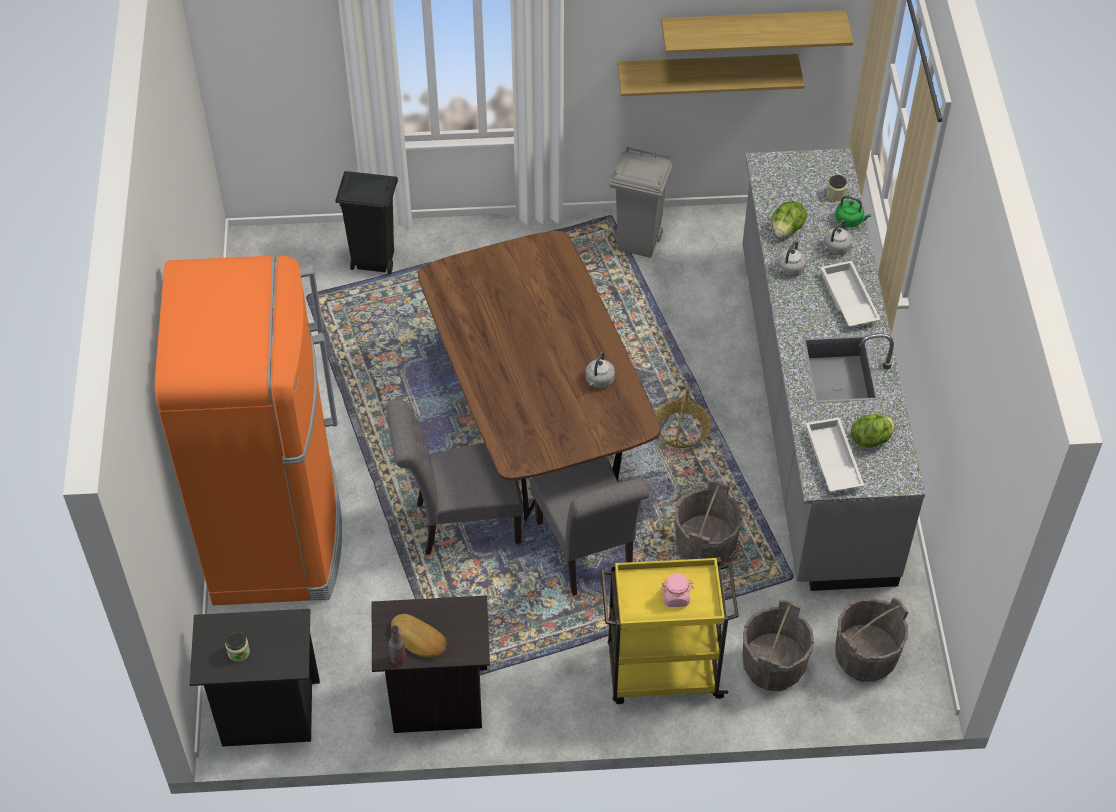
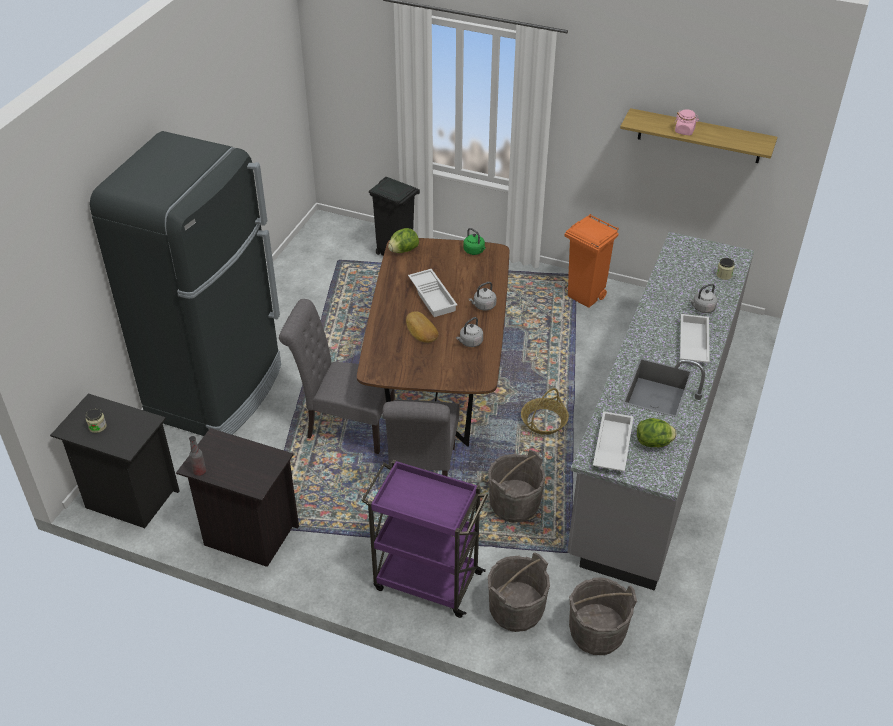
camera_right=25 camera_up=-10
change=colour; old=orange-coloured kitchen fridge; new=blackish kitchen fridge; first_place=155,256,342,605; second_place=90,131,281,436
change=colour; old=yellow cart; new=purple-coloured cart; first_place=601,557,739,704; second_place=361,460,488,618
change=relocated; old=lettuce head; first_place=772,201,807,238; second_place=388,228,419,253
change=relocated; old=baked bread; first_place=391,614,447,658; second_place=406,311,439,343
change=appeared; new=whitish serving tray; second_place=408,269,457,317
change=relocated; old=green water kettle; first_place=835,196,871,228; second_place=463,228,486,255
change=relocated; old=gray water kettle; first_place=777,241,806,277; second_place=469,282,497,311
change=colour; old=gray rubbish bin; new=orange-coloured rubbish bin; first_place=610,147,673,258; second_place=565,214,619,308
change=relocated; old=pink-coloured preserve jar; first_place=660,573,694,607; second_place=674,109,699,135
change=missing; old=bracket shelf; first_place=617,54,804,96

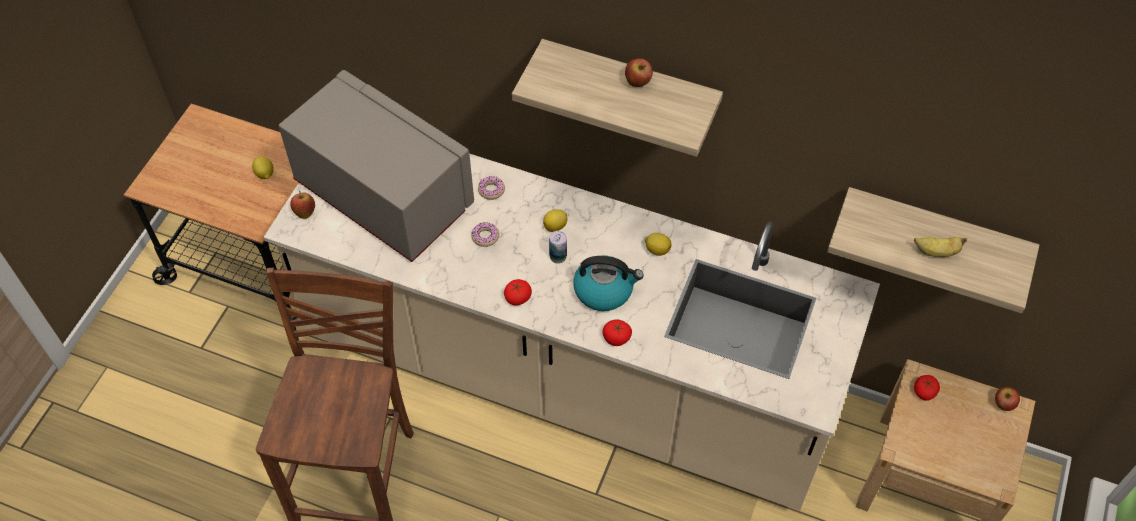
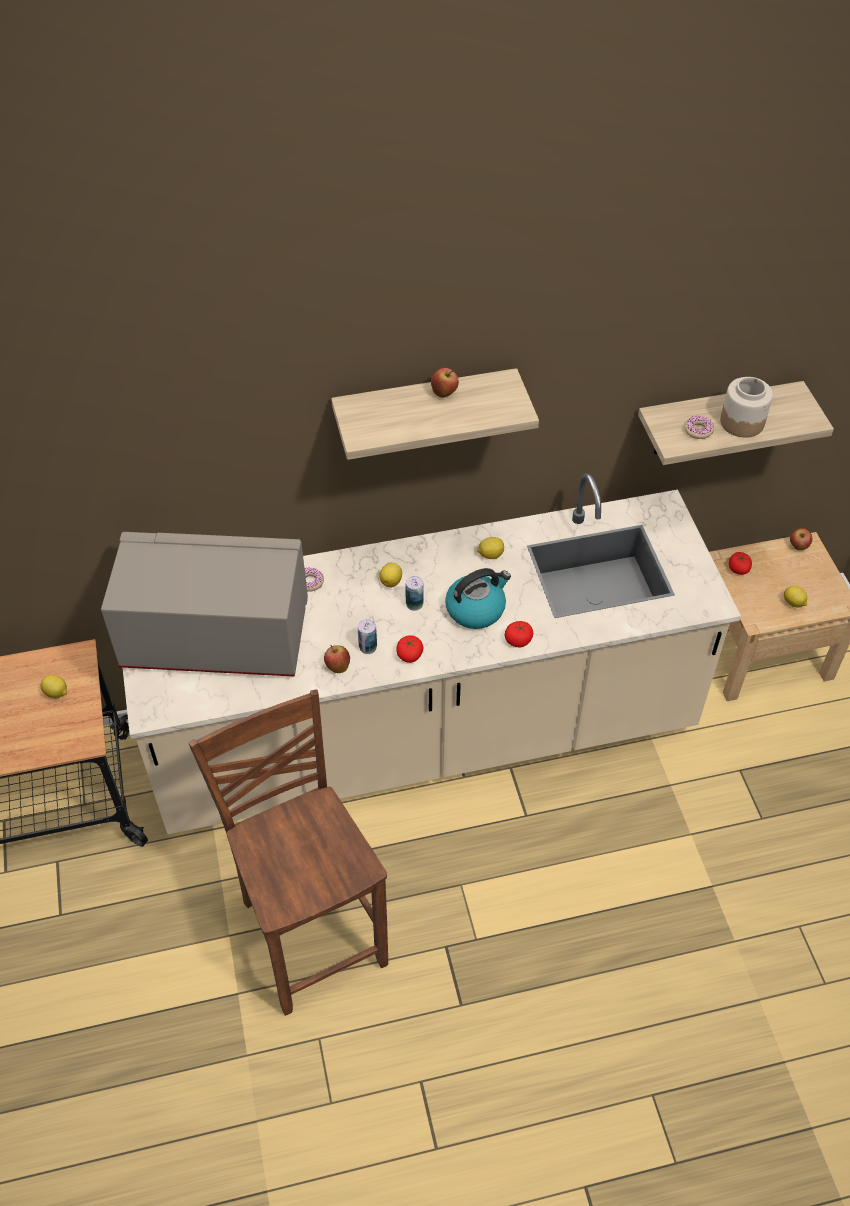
camera_right=-35 camera_up=-5
change=relocated; old=apple; first_place=290,191,315,219; second_place=324,645,350,673
change=appeared; new=can; second_place=358,619,377,654
change=relocated; old=ring doughnut; first_place=471,222,499,247; second_place=684,416,714,439
change=exchanged; old=whole banana; new=preserve jar; first_place=914,237,967,257; second_place=720,377,773,438
change=appeared; new=citrus fruit; second_place=784,586,807,608

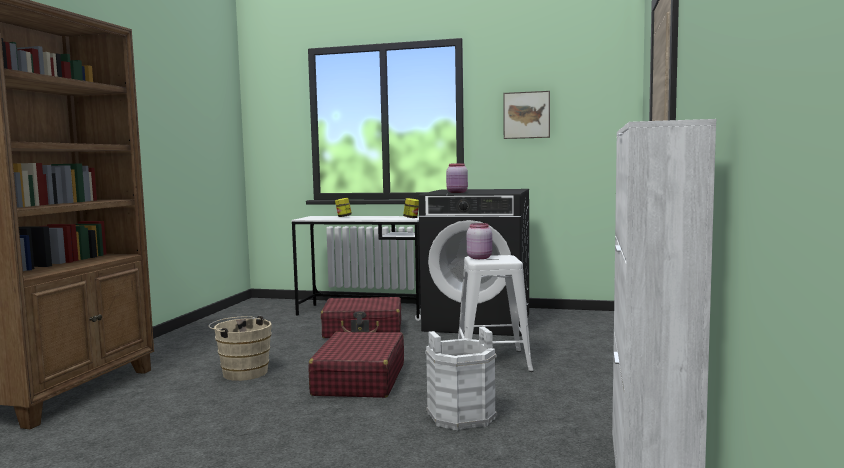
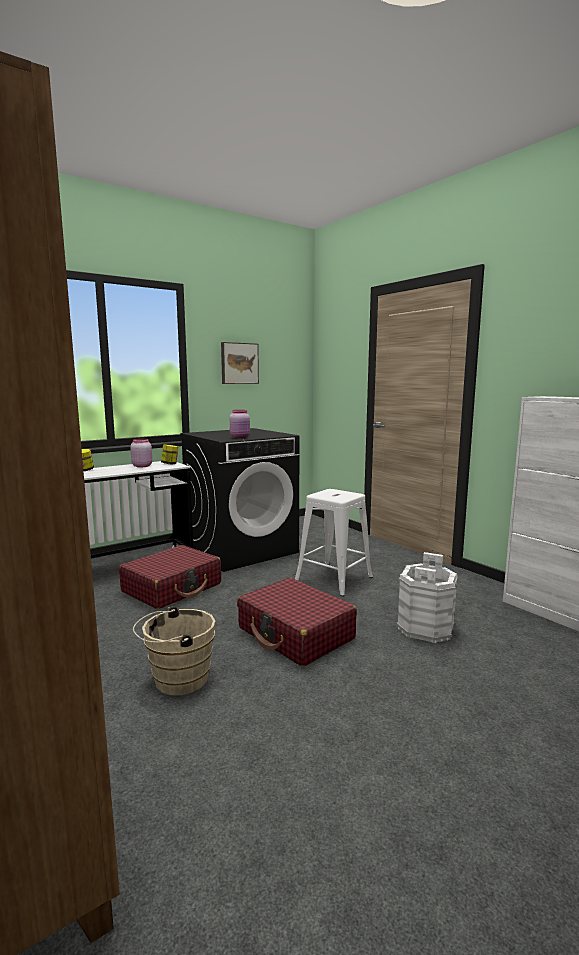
camera_right=-50 camera_up=5
change=relocated; old=pink-coloured preserve jar; first_place=467,223,492,259; second_place=130,439,152,468

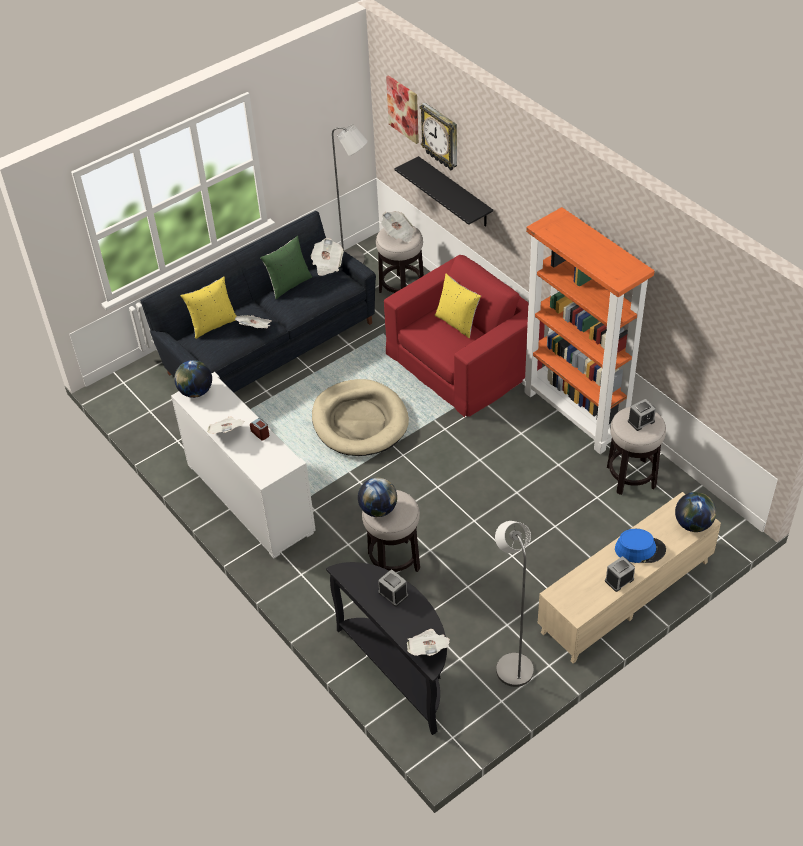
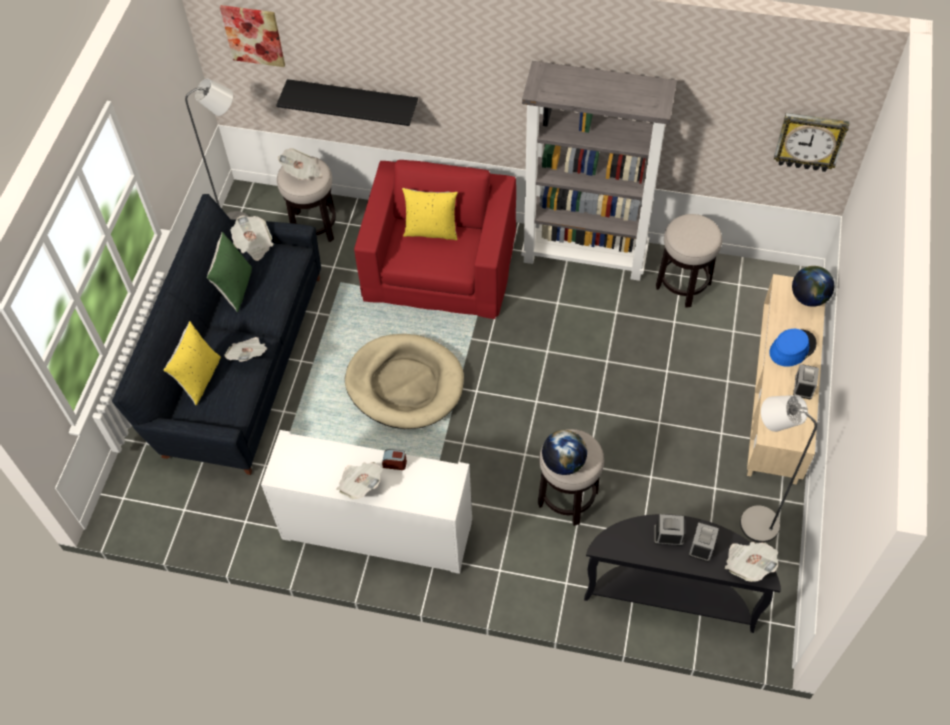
camera_right=-40 camera_up=10
change=colour; old=orange-coloured bookshelf; new=gray bookshelf; first_place=522,207,655,454; second_place=521,61,677,281
change=relocated; old=table clock; first_place=628,399,656,431; second_place=689,522,719,562
change=relocated; old=wall clock; first_place=420,102,457,170; second_place=774,113,849,172
change=missing; old=globe; first_place=174,360,212,398

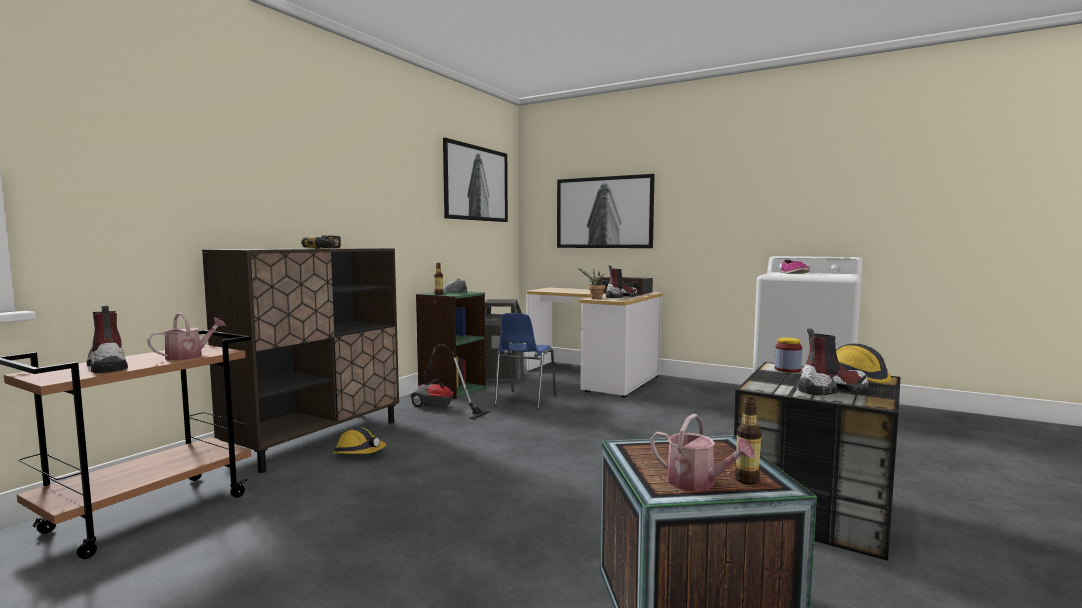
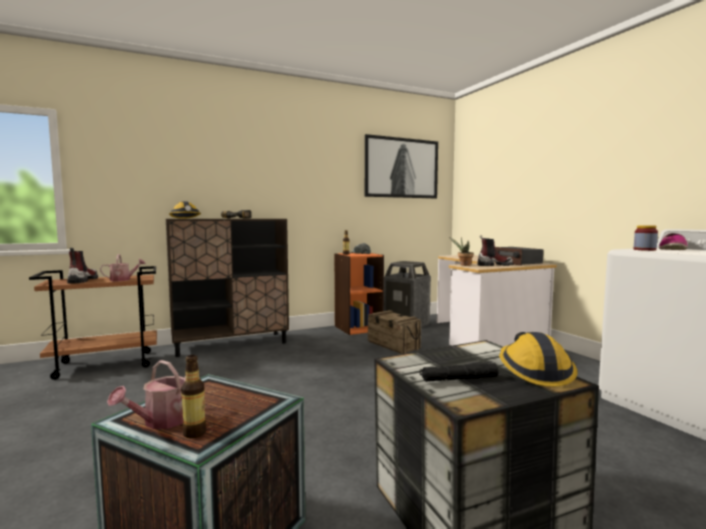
camera_right=35 camera_up=0
change=spun; old=watering pot; first_place=650,414,755,491; second_place=107,360,200,429; degrees=45
change=relocated; old=safety helmet; first_place=332,427,386,454; second_place=169,201,201,219
change=colour; old=green bookshelf; new=orange-coloured bookshelf; first_place=416,291,486,399; second_place=334,253,384,335
change=exchanged; old=bluish upright chair; new=crate; first_place=494,313,557,409; second_place=368,310,421,354
change=exchanged; old=tall boot; new=blackish torch; first_place=799,328,869,395; second_place=420,363,499,382
change=relocated; old=preserve jar; first_place=775,338,802,373; second_place=634,225,658,251
change=missing; old=hoover; first_place=410,344,491,420
change=missing; old=picture; first_place=557,174,655,248

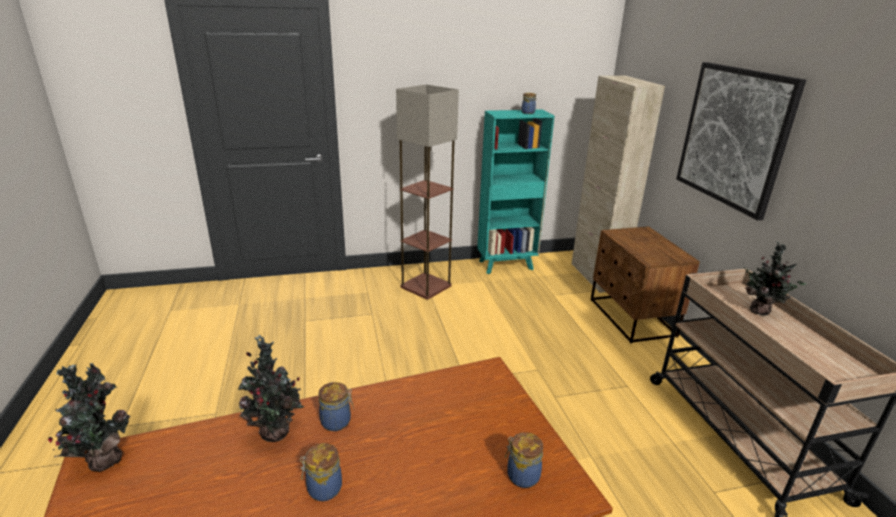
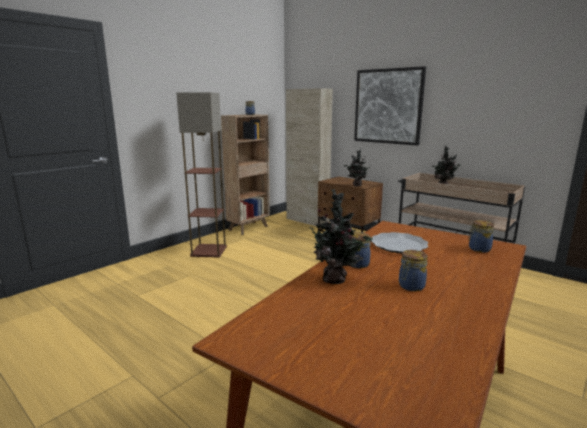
camera_right=-35 camera_up=-10
change=colour; old=turquoise bookshelf; new=brown bookshelf; first_place=477,109,555,274; second_place=221,114,270,235
change=relocated; old=potted plant; first_place=48,363,130,472; second_place=344,149,370,186
change=appeared; new=dinner plate; second_place=371,232,428,253

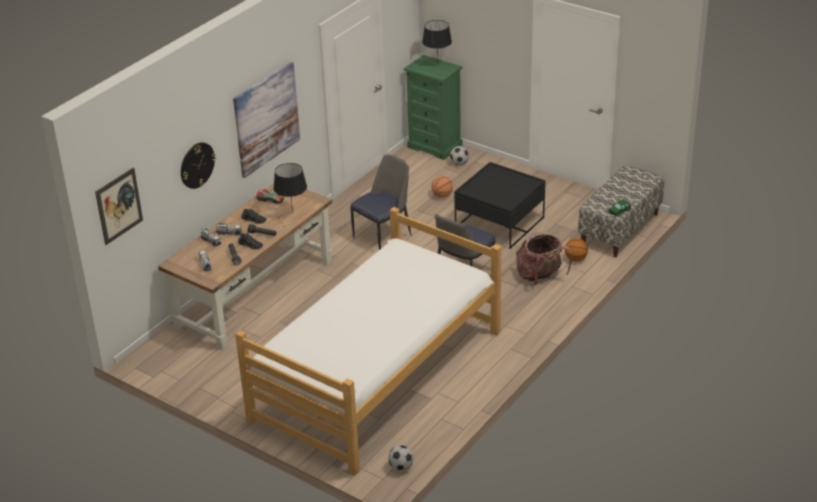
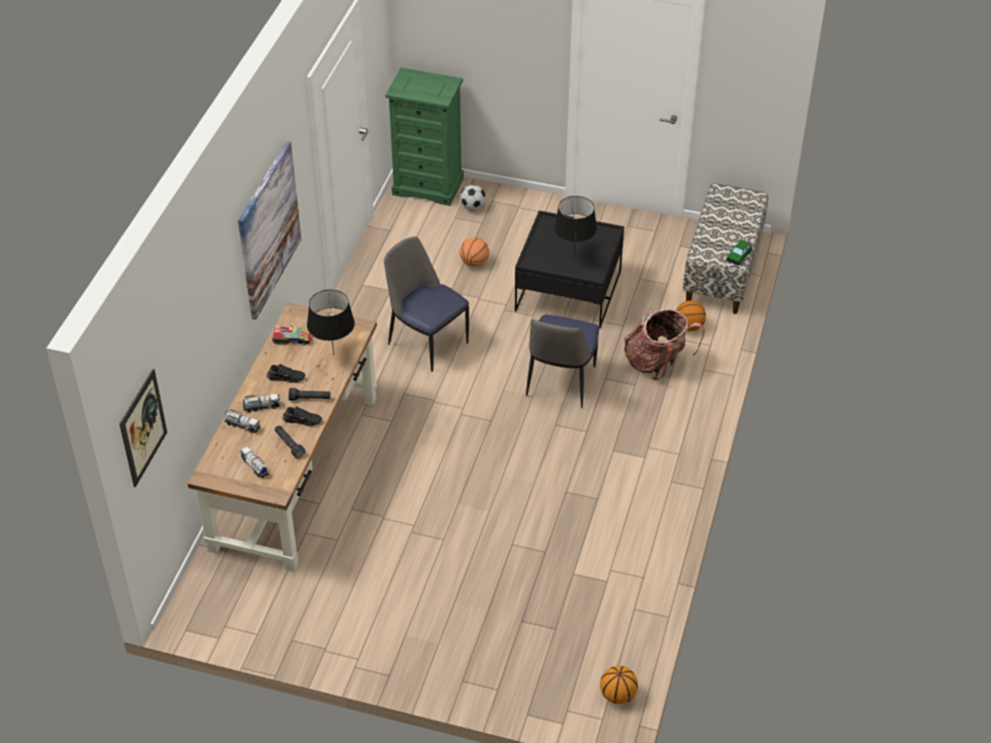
camera_right=-20 camera_up=10
change=spun; old=upright chair; first_place=350,154,411,250; second_place=384,237,469,372; degrees=-75
change=relocated; old=blackish table lamp; first_place=422,20,452,66; second_place=554,196,597,257
change=exchanged; old=ball for football; new=basketball ball; first_place=388,445,414,471; second_place=600,666,638,704
change=missing; old=wall clock; first_place=181,142,216,189
change=missing; old=bed; first_place=235,207,501,476

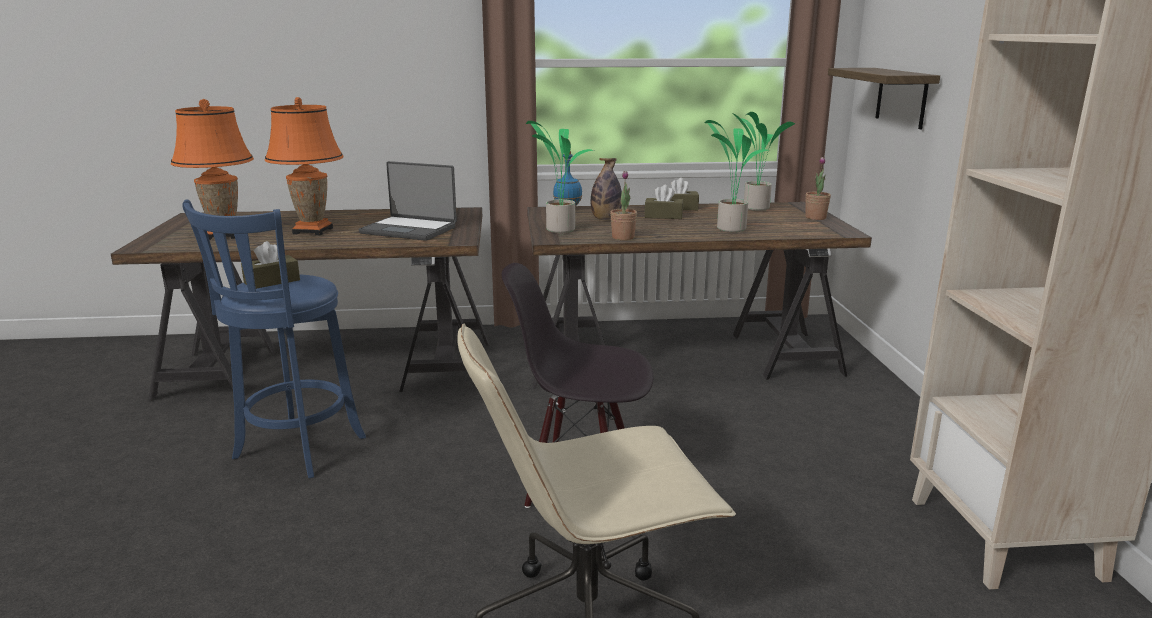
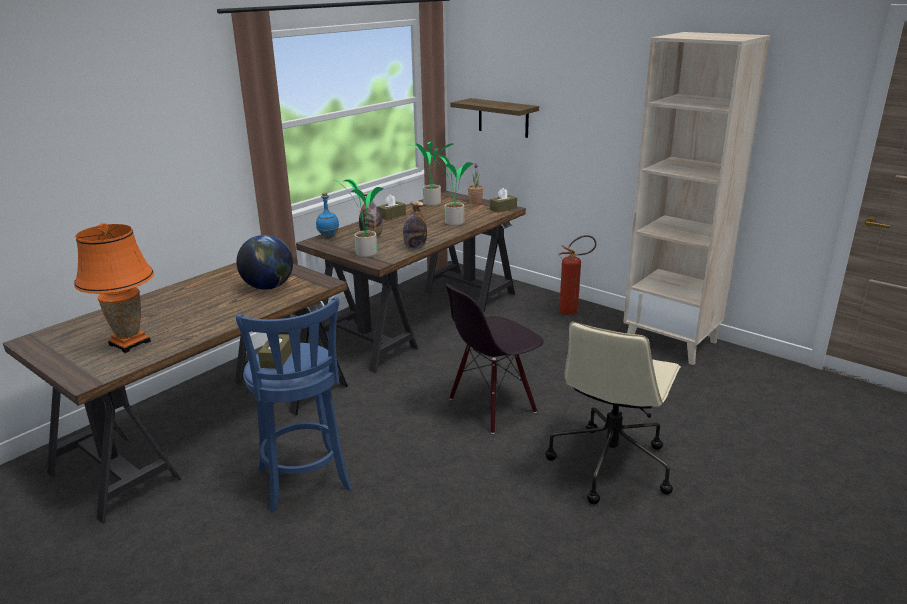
camera_right=-45 camera_up=5
change=exchanged; old=notebook computer; new=globe; first_place=359,161,457,241; second_place=237,235,293,290
change=exchanged; old=potted plant; new=beverage bottle; first_place=610,171,637,240; second_place=403,201,427,249
change=relocated; old=brown tissue holder; first_place=645,185,683,219; second_place=490,188,517,213
change=appeared; new=fire-fighting cylinder; second_place=559,235,597,315
change=missing; old=orange-coloured table lamp; first_place=265,97,344,235

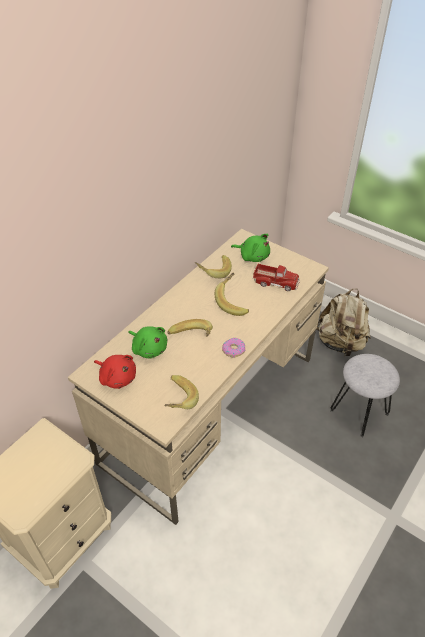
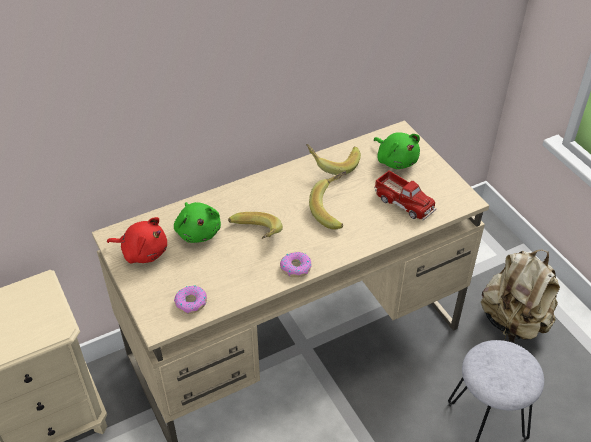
camera_right=25 camera_up=0
change=spun; old=reddish plush toy; first_place=94,355,136,389; second_place=107,217,167,263; degrees=-45
change=exchanged; old=whole banana; new=ring doughnut; first_place=165,375,199,409; second_place=174,285,207,314

